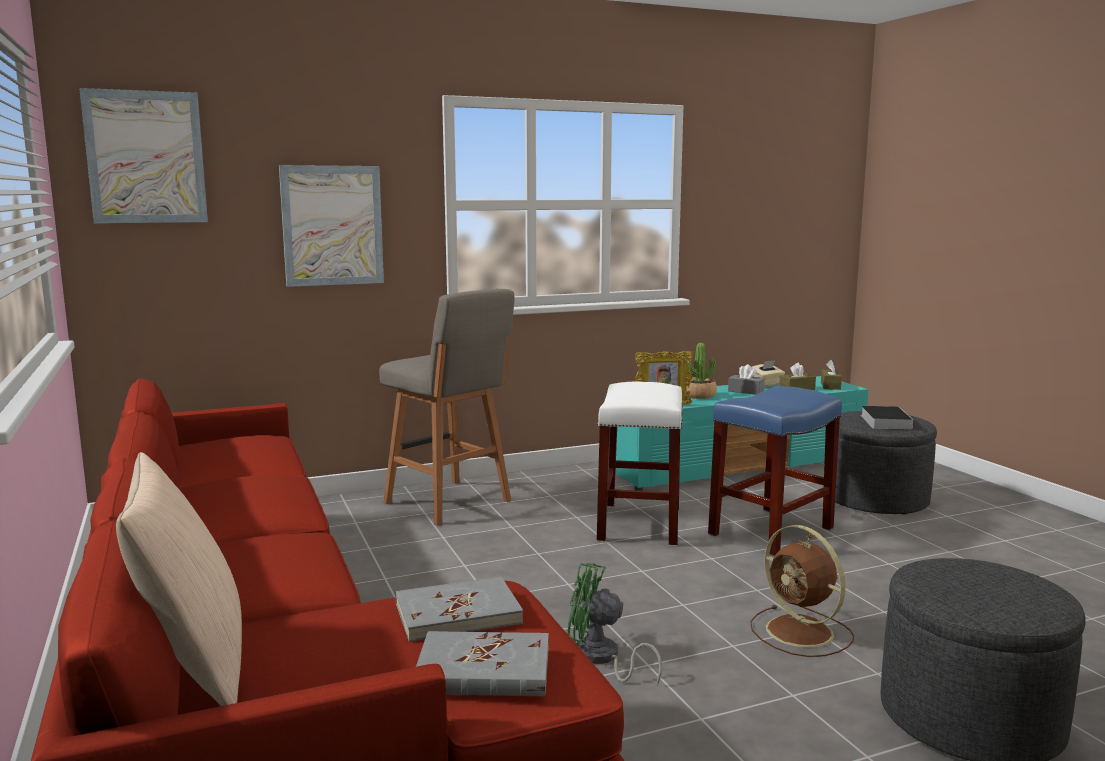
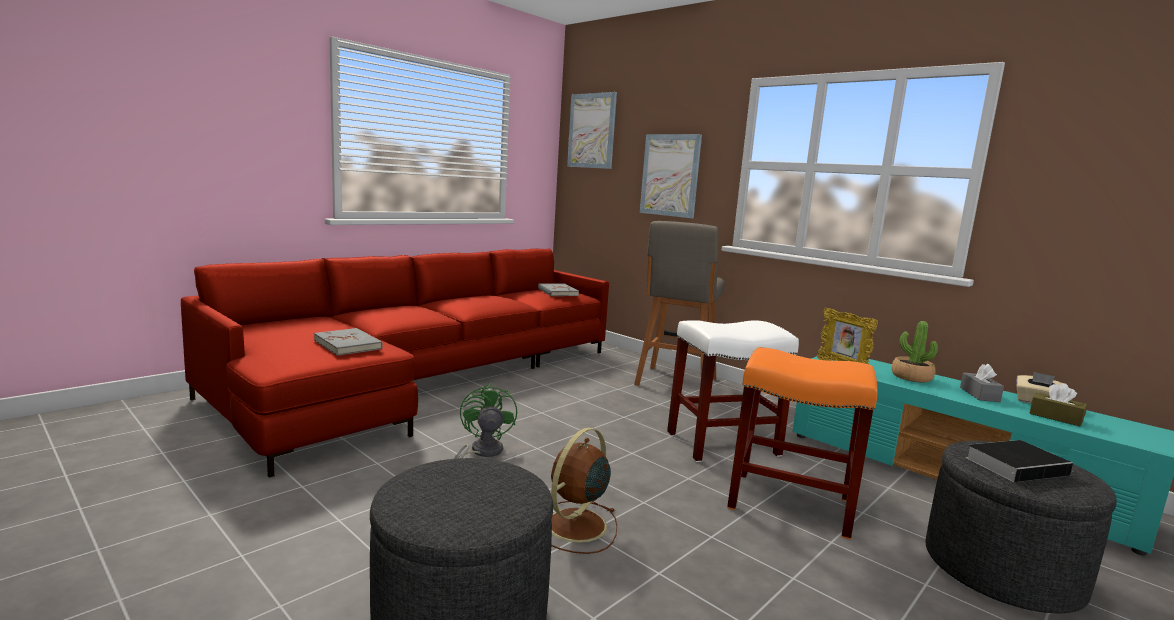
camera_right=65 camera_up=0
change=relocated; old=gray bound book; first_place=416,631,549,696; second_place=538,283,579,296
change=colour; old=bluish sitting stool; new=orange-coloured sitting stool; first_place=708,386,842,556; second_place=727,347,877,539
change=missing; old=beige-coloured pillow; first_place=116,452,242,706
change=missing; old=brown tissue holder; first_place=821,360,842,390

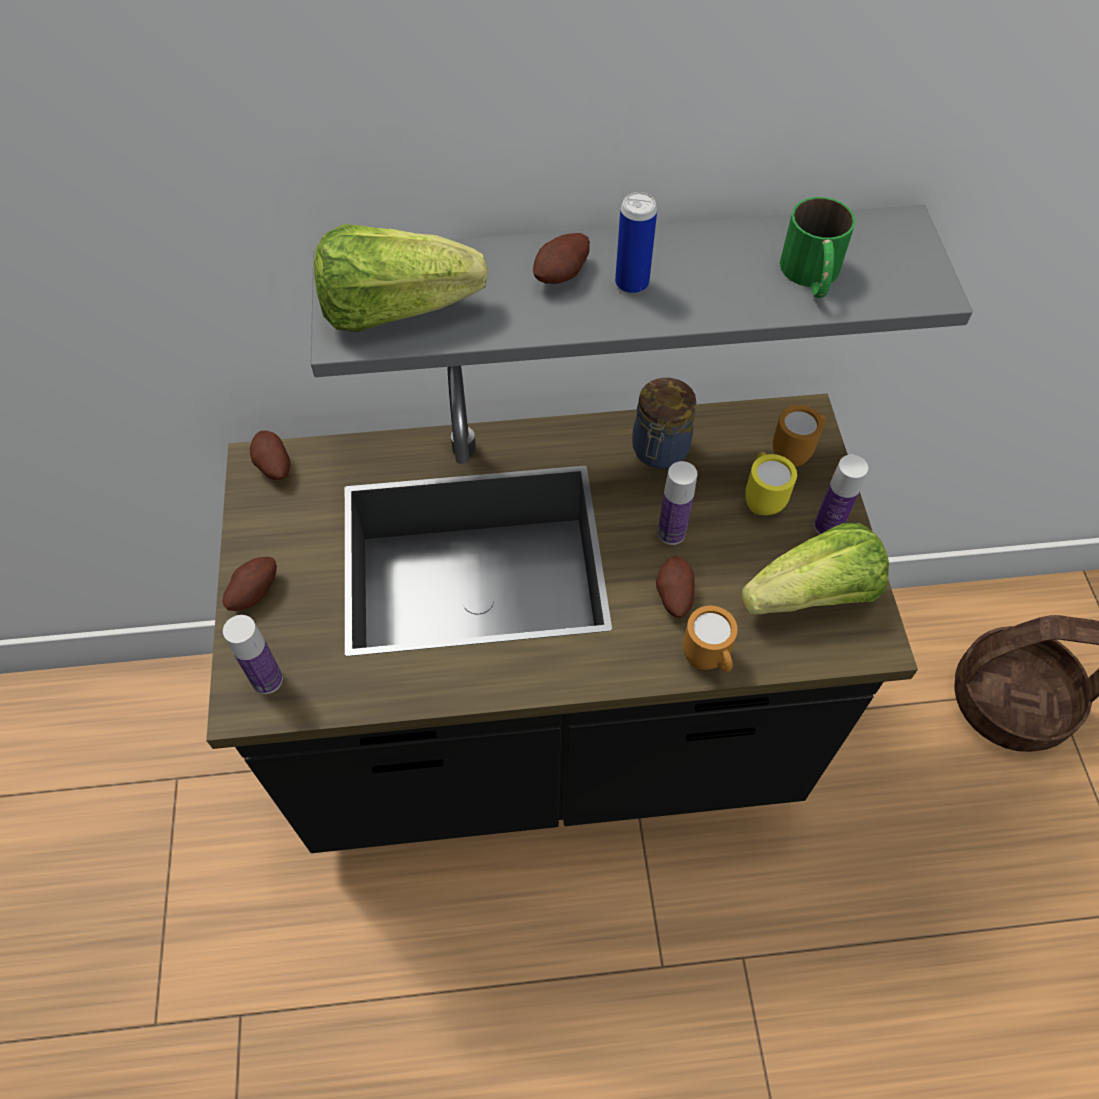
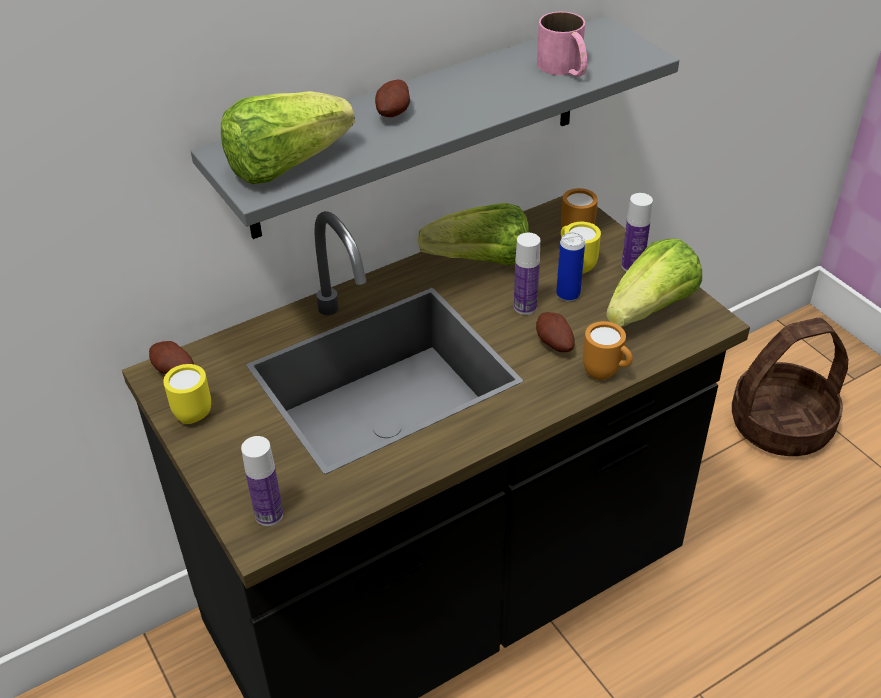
camera_right=-25 camera_up=-15
change=appeared; new=yellow mug; second_place=163,364,211,424
change=exchanged; old=preserve jar; new=lettuce head; first_place=632,378,696,469; second_place=418,203,529,266
change=colour; old=green mug; new=pink-coloured mug; first_place=780,197,855,298; second_place=537,12,587,77
change=relocated; old=can; first_place=615,192,657,294; second_place=556,232,585,301
change=missing; old=potato; first_place=223,557,277,611

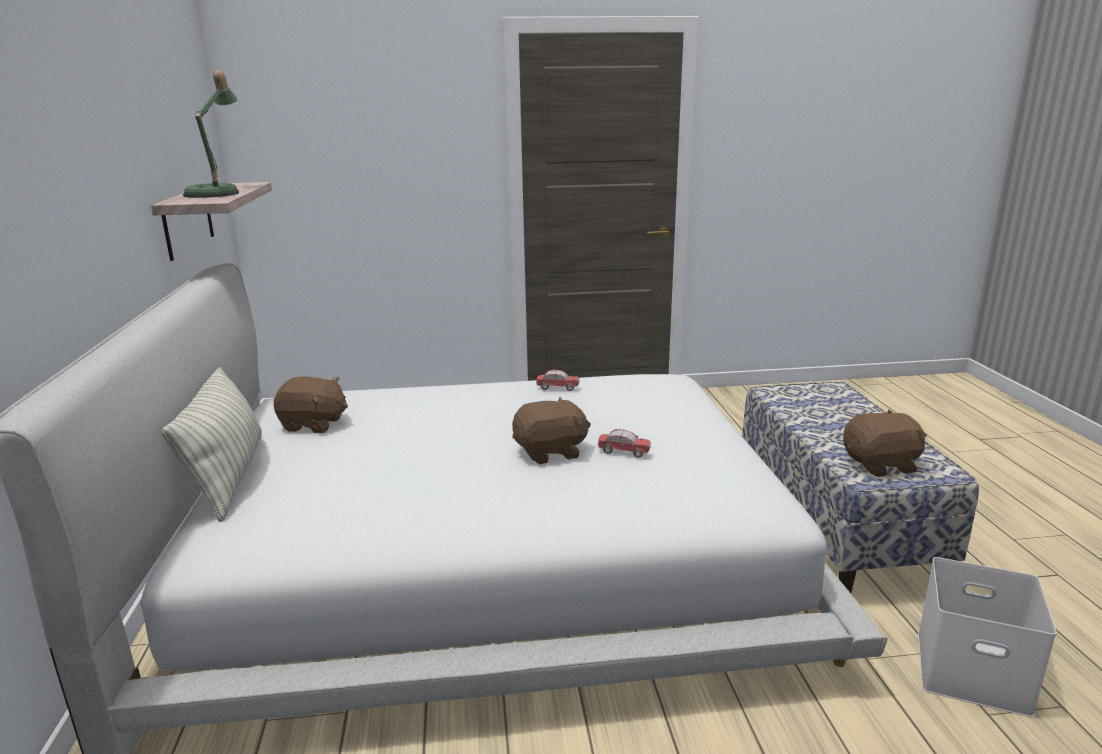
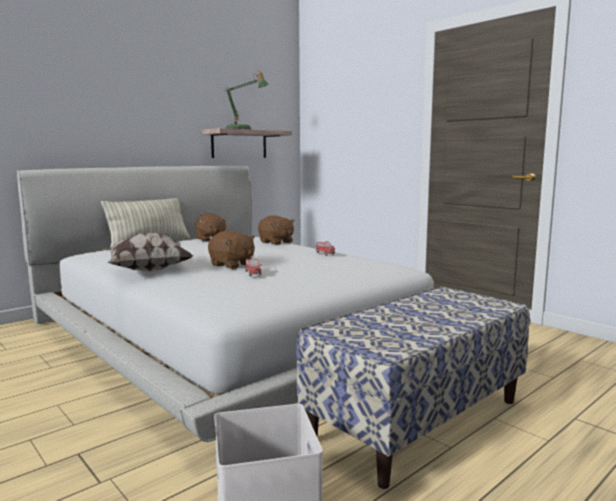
camera_right=55 camera_up=-10
change=appeared; new=pillow; second_place=103,233,193,272
change=relocated; old=brown plush toy; first_place=843,410,927,477; second_place=258,215,295,245

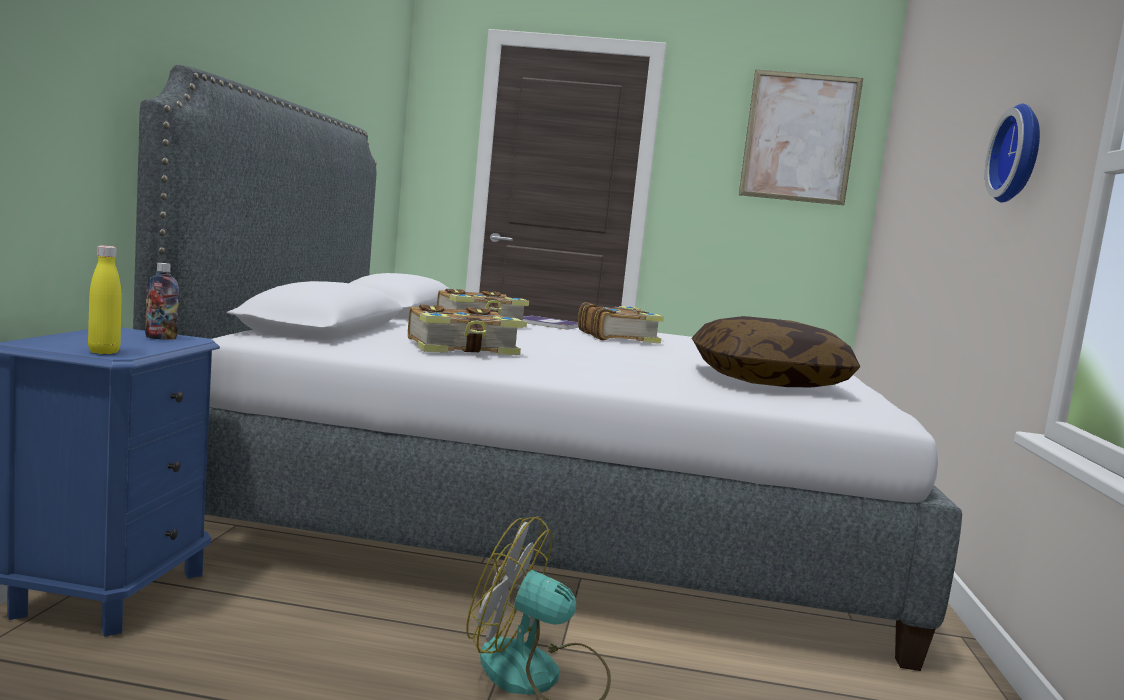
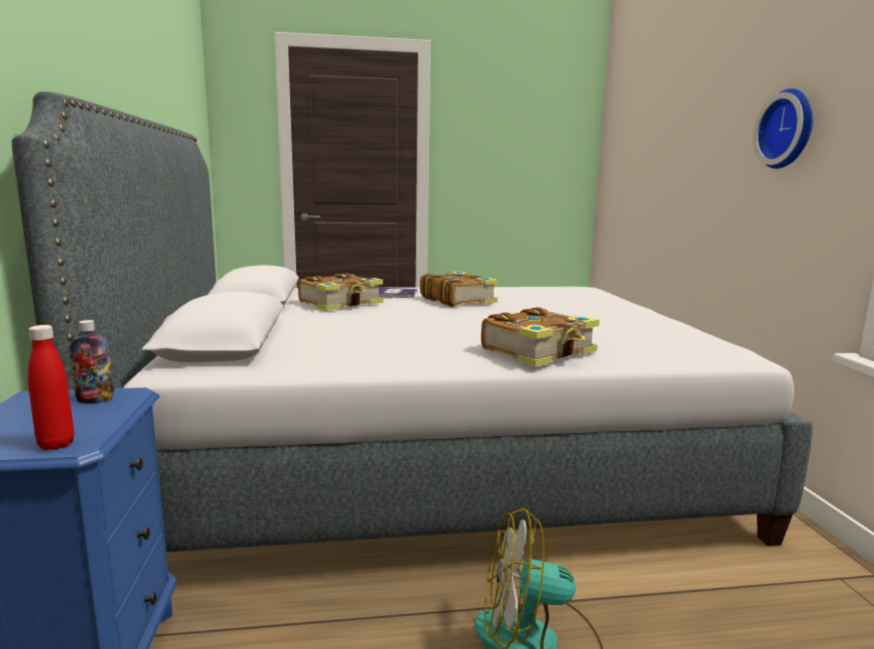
camera_right=-15 camera_up=5
change=colour; old=yellow beverage bottle; new=reddish beverage bottle; first_place=88,245,121,354; second_place=28,325,74,450
change=relocated; old=bound book; first_place=408,305,523,355; second_place=481,307,600,367
change=missing; old=pillow; first_place=692,316,860,387
change=missing; old=picture; first_place=739,70,863,205

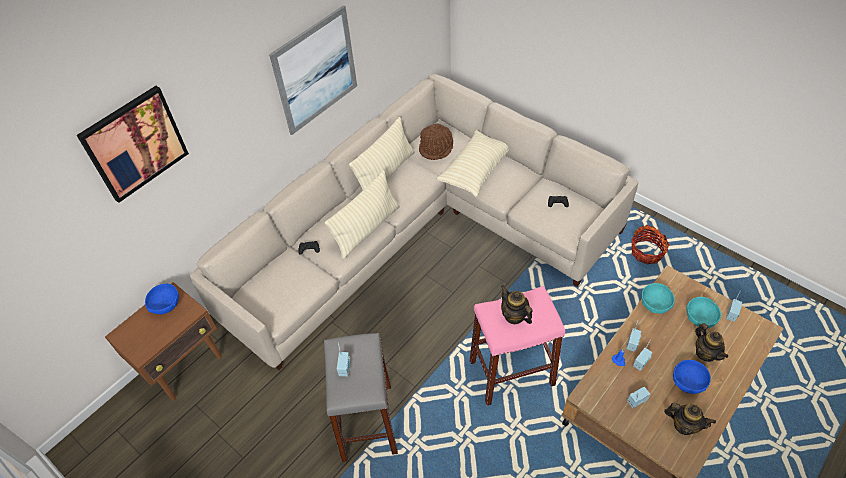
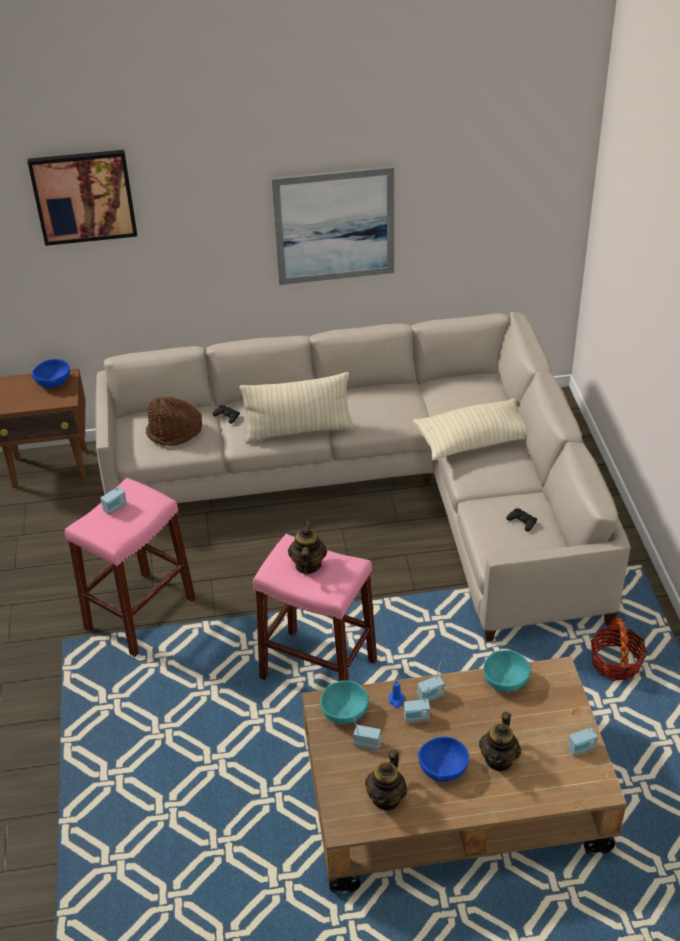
camera_right=40 camera_up=-10
change=colour; old=gray sitting stool; new=pink-coloured sitting stool; first_place=324,333,398,462; second_place=65,478,196,657
change=relocated; old=brown clothing hat; first_place=419,123,453,160; second_place=146,397,202,446
change=relocated; old=turquoise deep dish; first_place=686,297,721,328; second_place=321,681,369,725
change=spun; old=teapot; first_place=664,403,716,435; second_place=365,750,407,811; degrees=45
change=missing; old=beige-coloured pillow; first_place=349,117,415,190

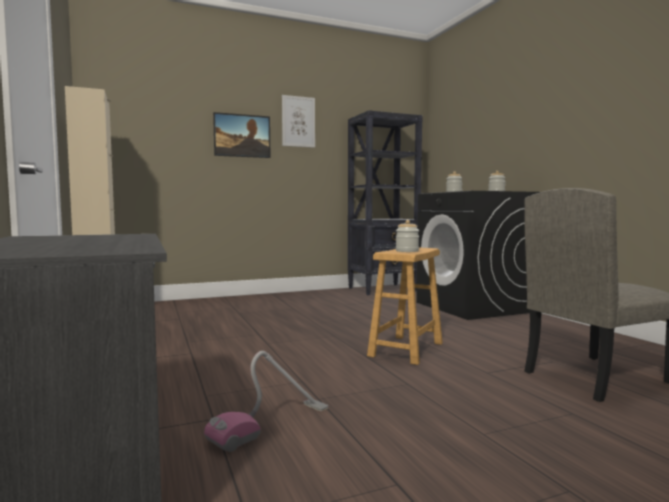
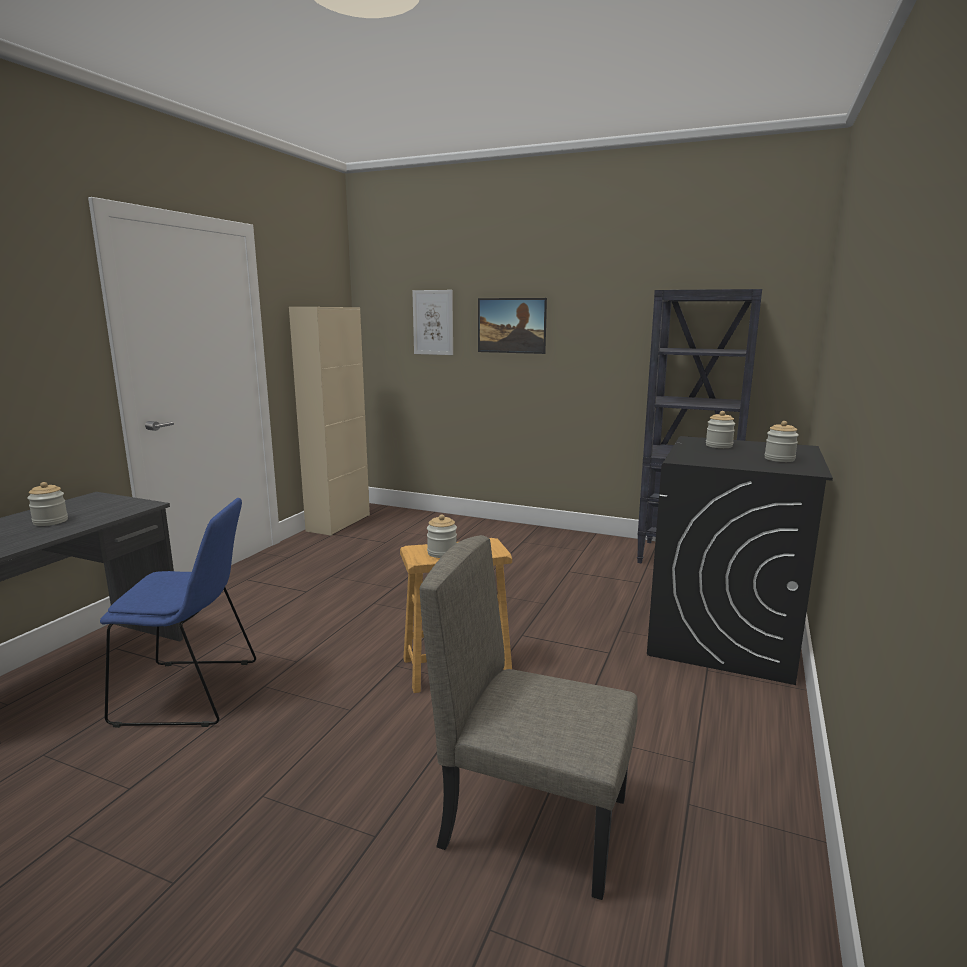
camera_right=45 camera_up=10
change=appeared; new=preserve jar; second_place=27,482,68,526
change=exchanged; old=hoover; new=bluish upright chair; first_place=204,351,329,452; second_place=100,498,256,728
change=relocated; old=picture; first_place=282,95,315,148; second_place=412,290,453,355

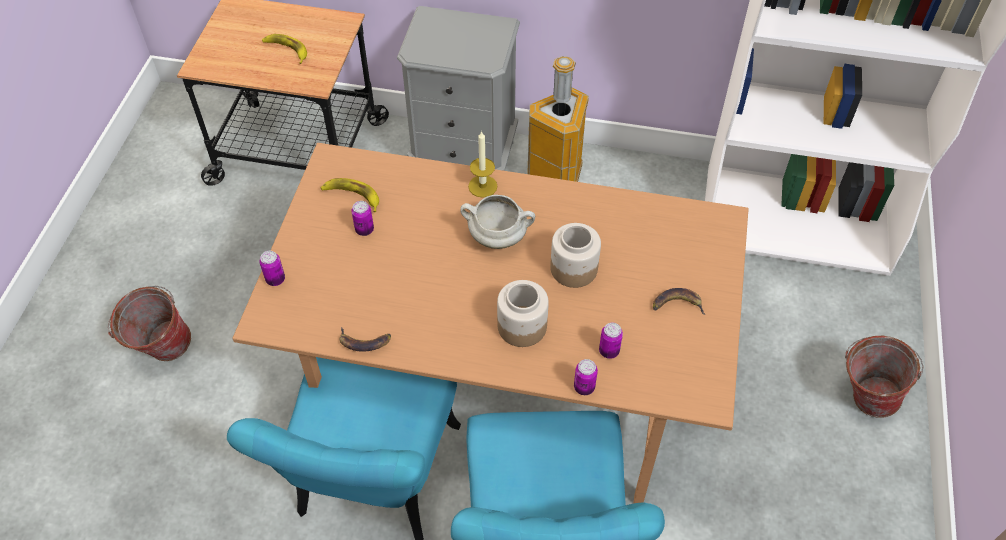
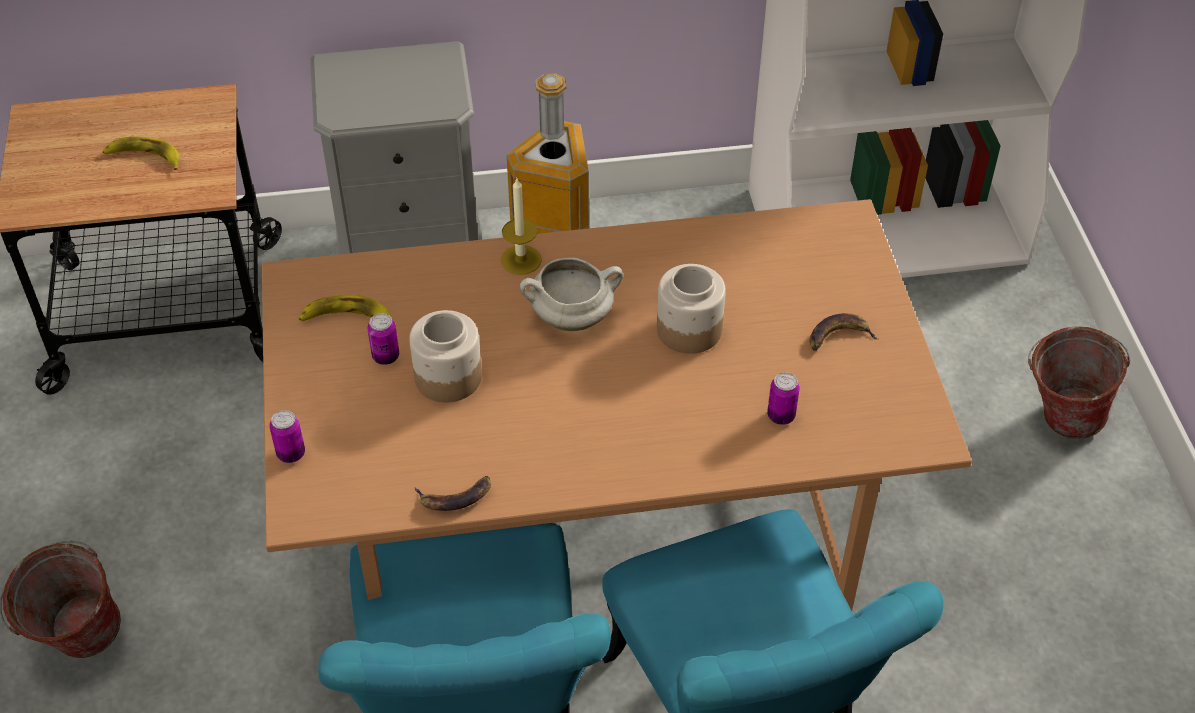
camera_right=-20 camera_up=-5
change=relocated; old=preserve jar; first_place=497,280,549,347; second_place=409,310,482,402
change=missing; old=can; first_place=574,359,598,395

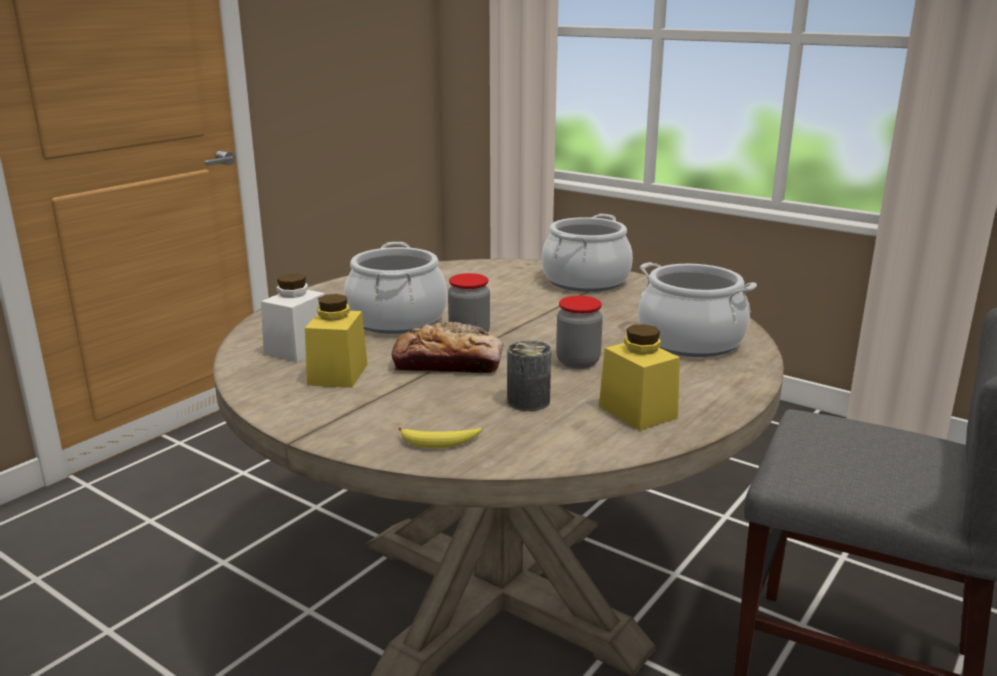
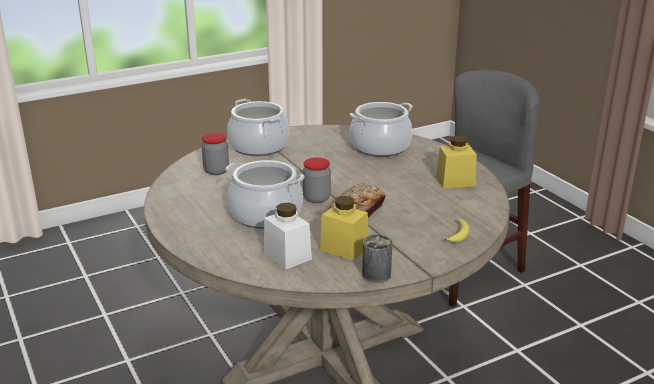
camera_right=-65 camera_up=5
change=relocated; old=preserve jar; first_place=556,296,603,369; second_place=202,133,229,175
change=relocated; old=can; first_place=507,340,551,411; second_place=362,235,392,283

